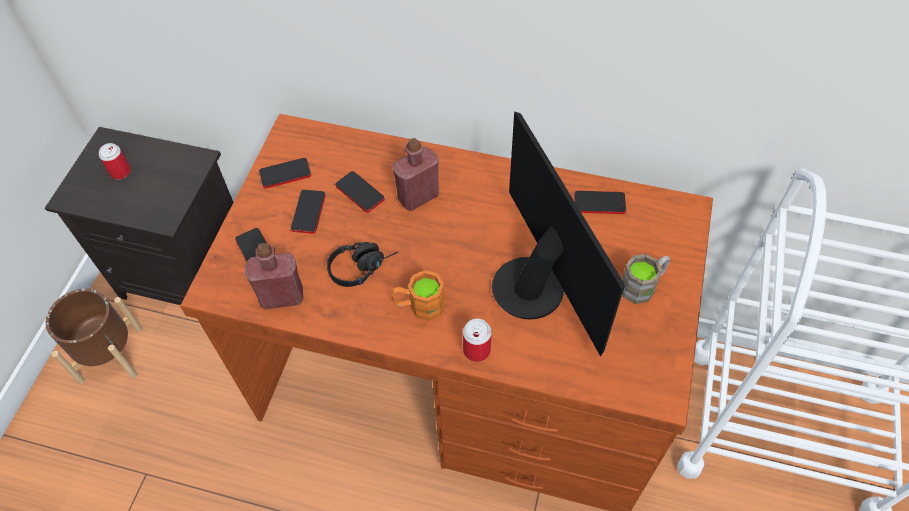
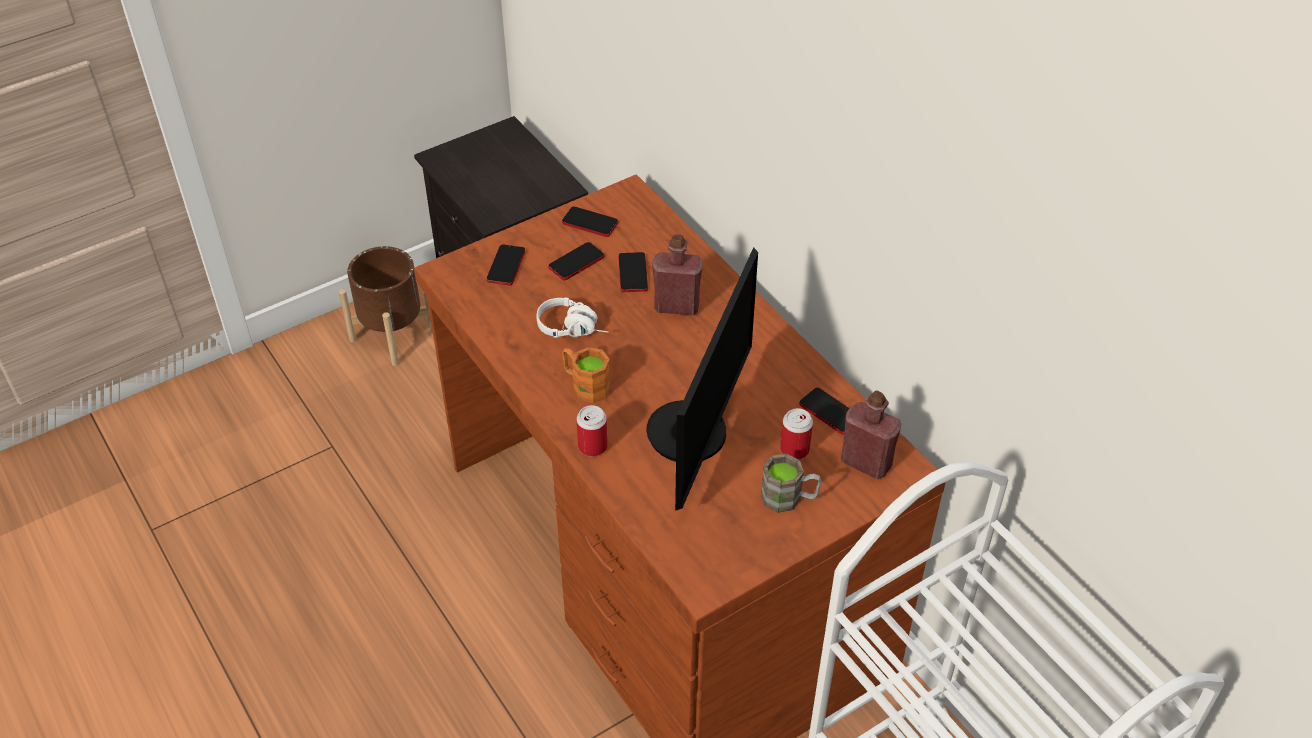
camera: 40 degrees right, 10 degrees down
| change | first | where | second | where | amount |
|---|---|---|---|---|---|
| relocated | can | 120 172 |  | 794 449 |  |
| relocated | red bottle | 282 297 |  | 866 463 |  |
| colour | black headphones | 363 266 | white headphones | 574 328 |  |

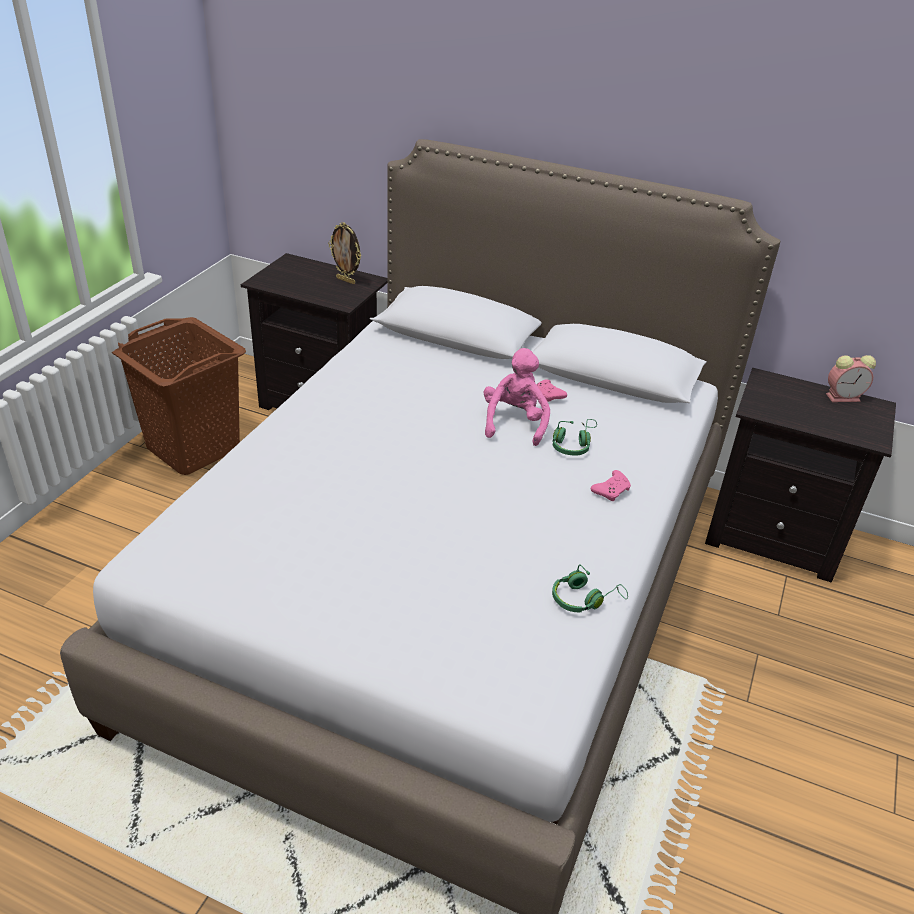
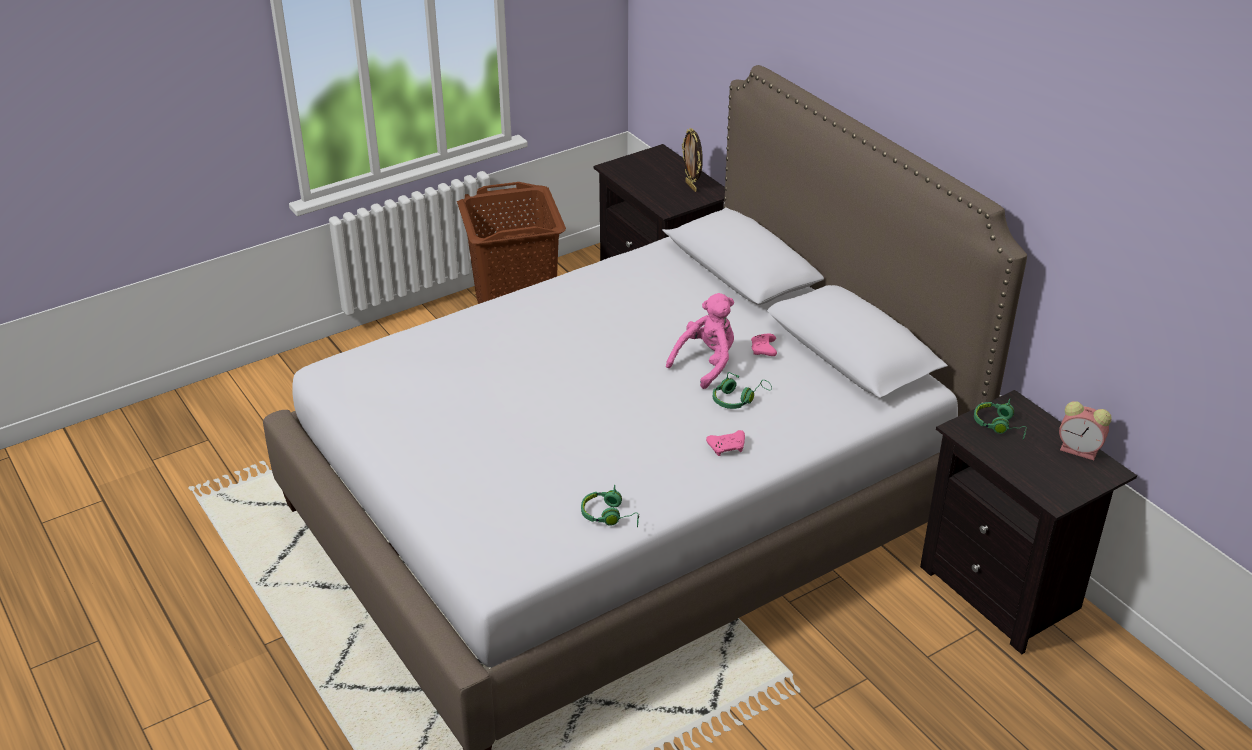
camera: 35 degrees right, 0 degrees up
| change | first | where | second | where | amount |
|---|---|---|---|---|---|
| appeared |  |  | green headphones | 999 425 |  |

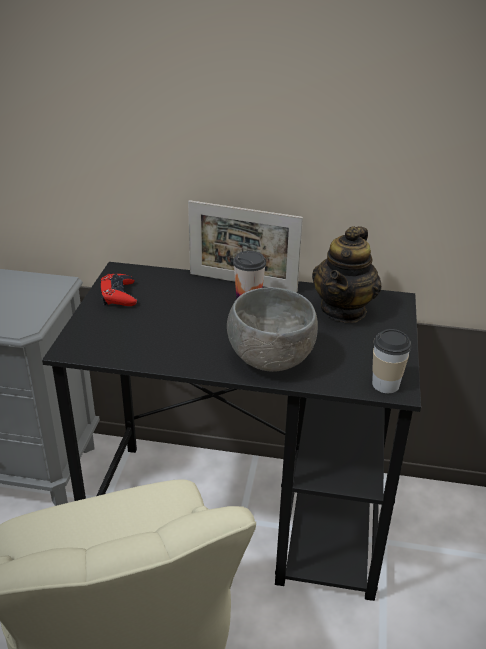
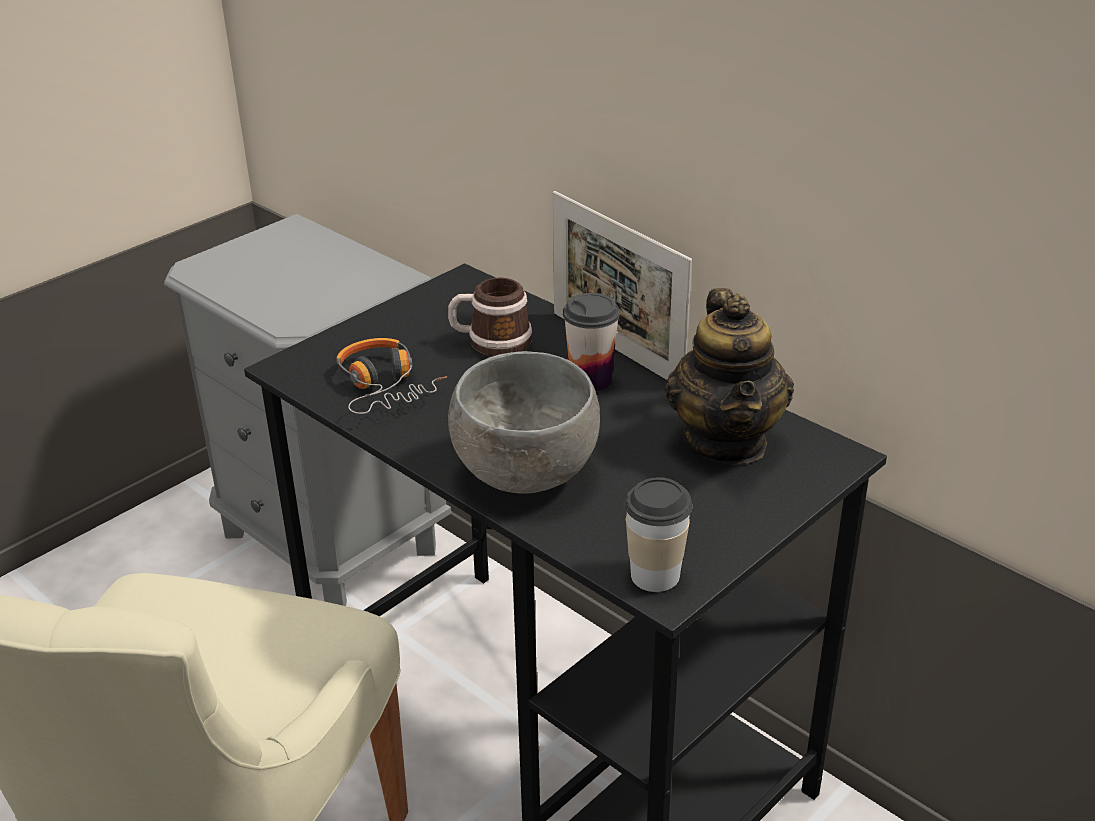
camera: 35 degrees right, 0 degrees up
| change | first | where | second | where | amount |
|---|---|---|---|---|---|
| missing | red game controller | 119 295 |  |  |  |
| appeared |  |  | headphones | 384 386 |  |
| appeared |  |  | mug | 491 342 |  |
| spun | teapot | 344 310 |  | 726 441 | 60 degrees counterclockwise |

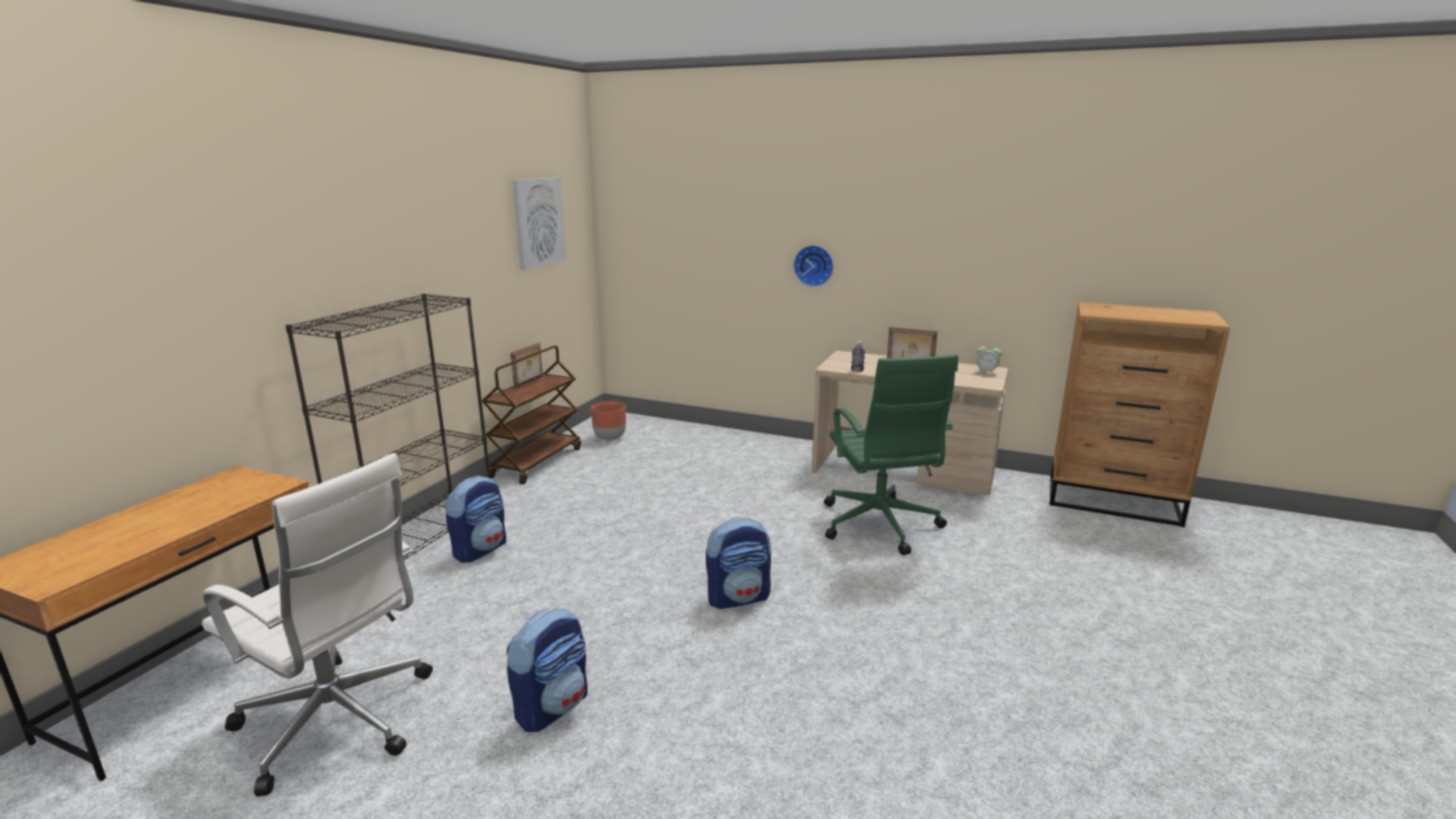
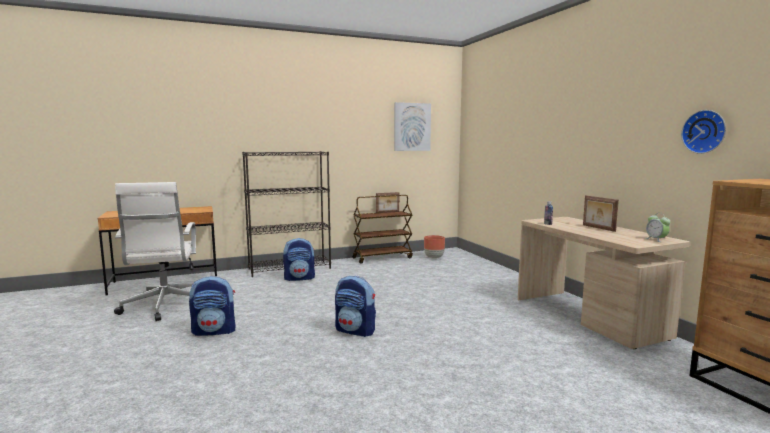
camera: 45 degrees right, 10 degrees down
| change | first | where | second | where | amount |
|---|---|---|---|---|---|
| missing | green office chair | 880 526 |  |  |  |
| relocated | wall clock | 814 265 |  | 705 131 |  |

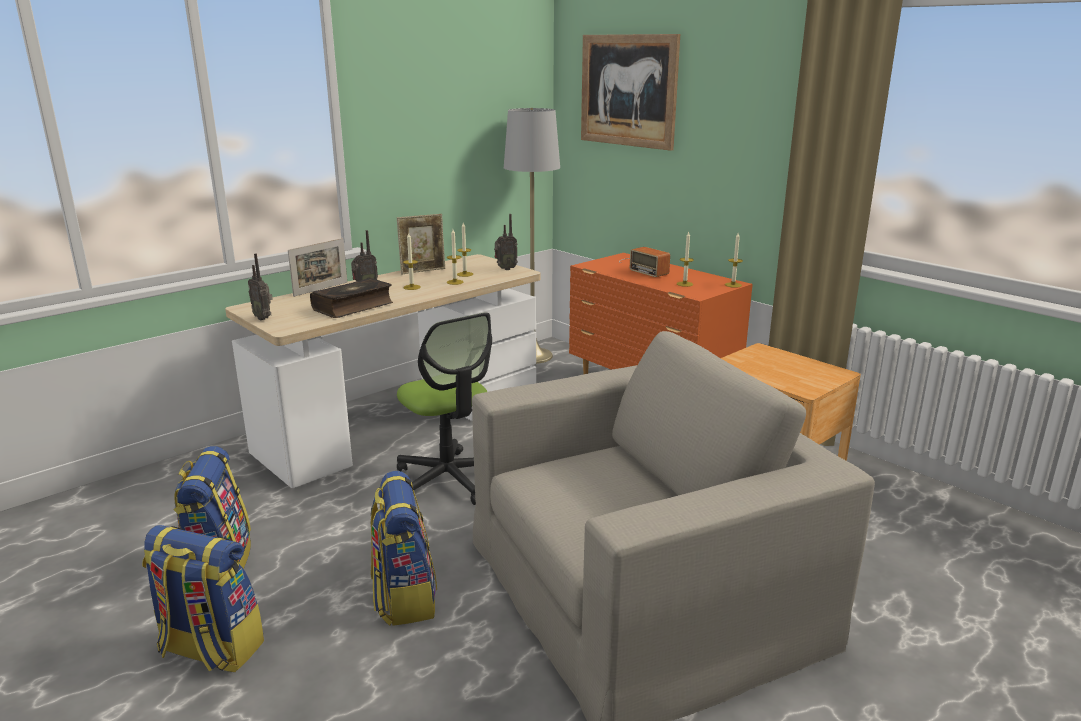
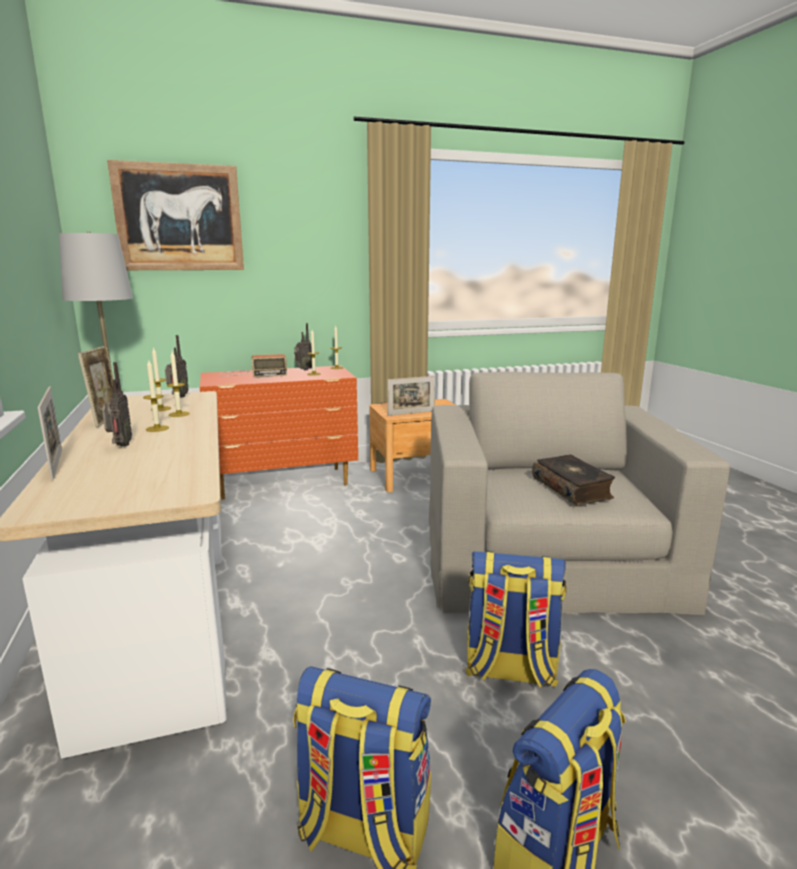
camera: 65 degrees left, 5 degrees down
| change | first | where | second | where | amount |
|---|---|---|---|---|---|
| missing | office chair | 449 479 |  |  |  |
| appeared |  |  | picture frame | 411 413 |  |
| relocated | radio | 263 318 |  | 304 369 |  |
| relocated | book | 353 307 |  | 572 488 |  |

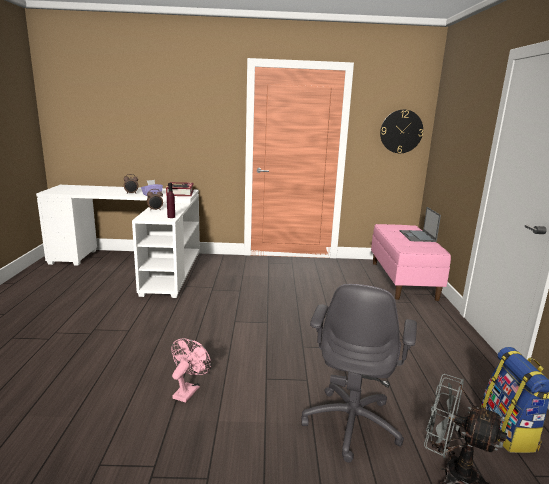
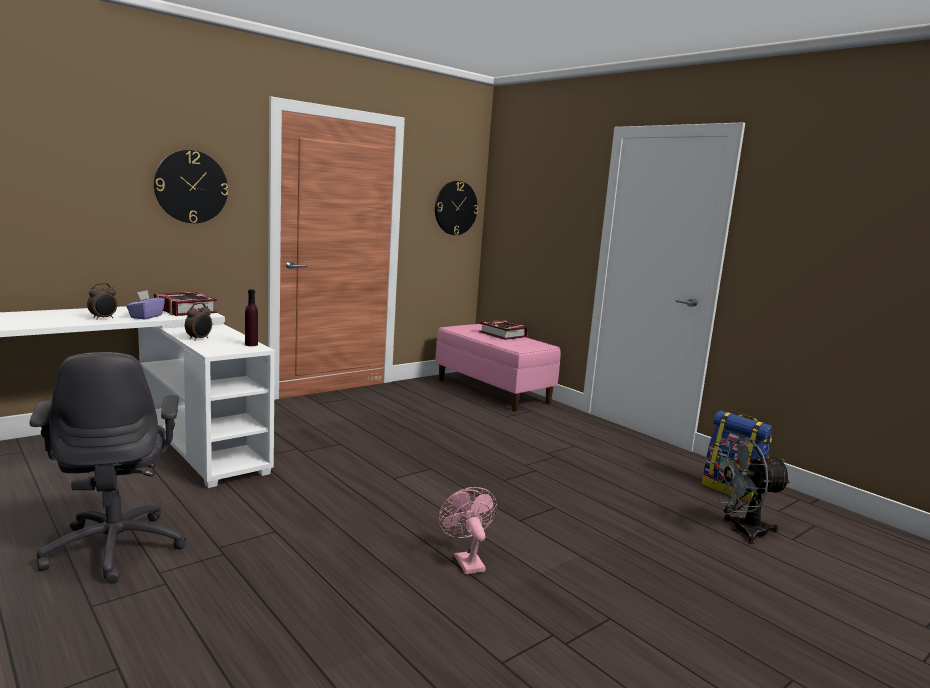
camera: 40 degrees left, 5 degrees down
| change | first | where | second | where | amount |
|---|---|---|---|---|---|
| appeared |  |  | wall clock | 191 187 |  |
| relocated | grey office chair | 352 423 |  | 116 547 |  |
| exchanged | laptop | 417 236 | book | 503 334 |  |

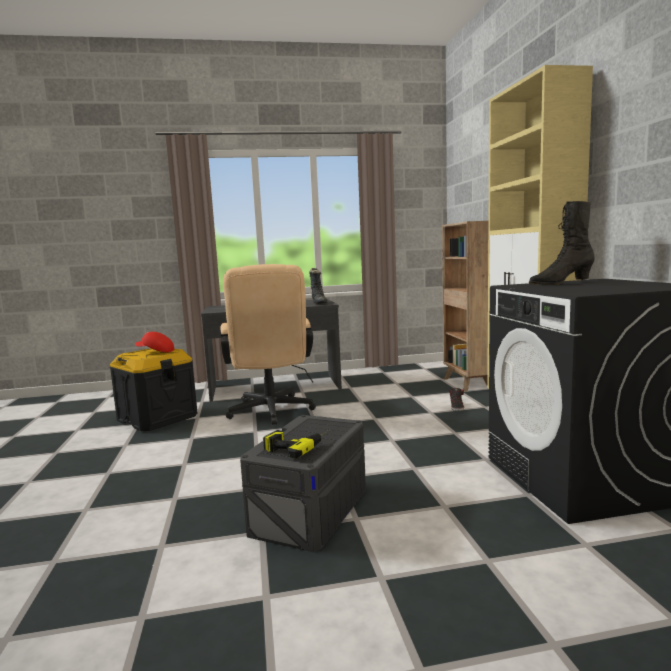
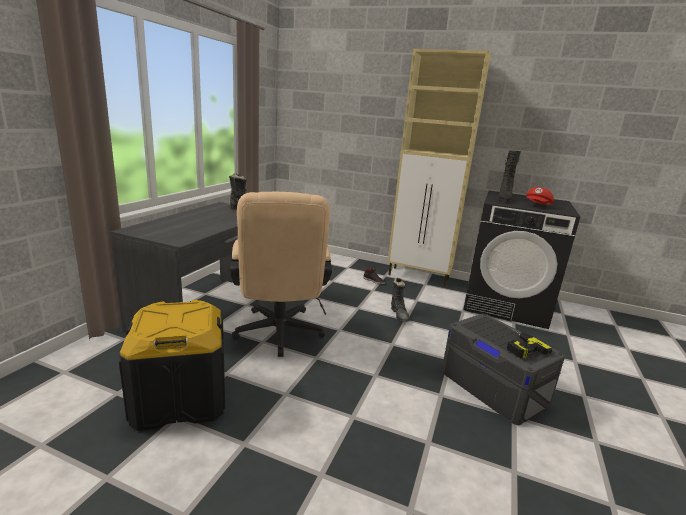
camera: 60 degrees left, 10 degrees up
| change | first | where | second | where | amount |
|---|---|---|---|---|---|
| missing | brown bookcase | 467 384 |  |  |  |
| appeared |  |  | black boot | 399 315 |  |
| relocated | red cap | 155 352 |  | 537 205 |  |
| spun | beige office chair | 271 413 |  | 279 335 | 60 degrees clockwise |

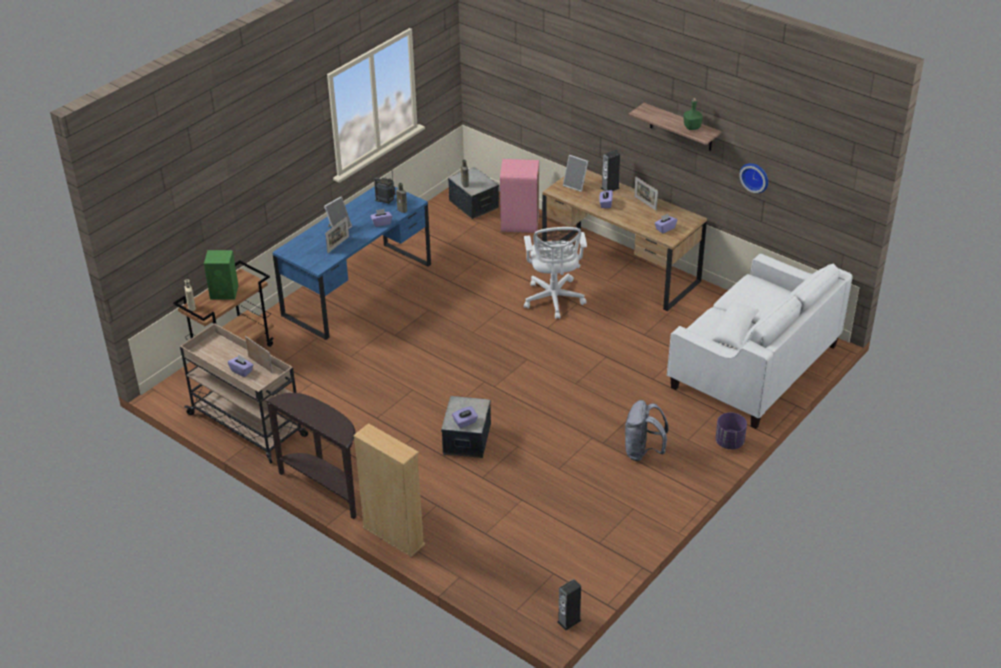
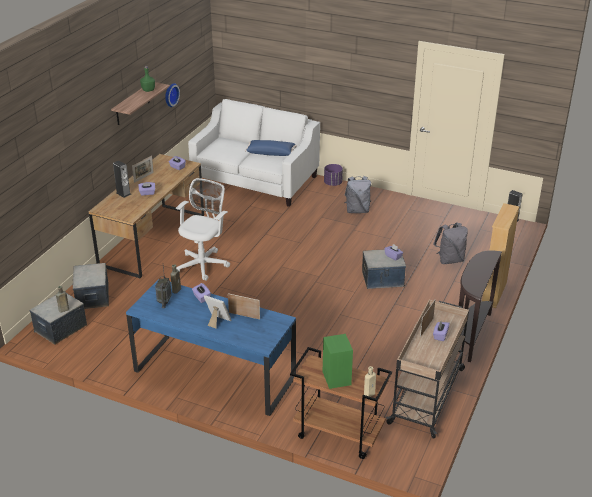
camera: 105 degrees left, 5 degrees down
| change | first | where | second | where | amount |
|---|---|---|---|---|---|
| missing | picture frame | 576 185 |  |  |  |
| appeared |  |  | grey backpack | 449 260 |  |
| exchanged | pink trash can | 519 223 | storage box | 92 297 |  |
| colour | white pillow | 734 333 | blue pillow | 271 153 |  |
| spun | white office chair | 554 300 |  | 203 264 | 45 degrees counterclockwise |

